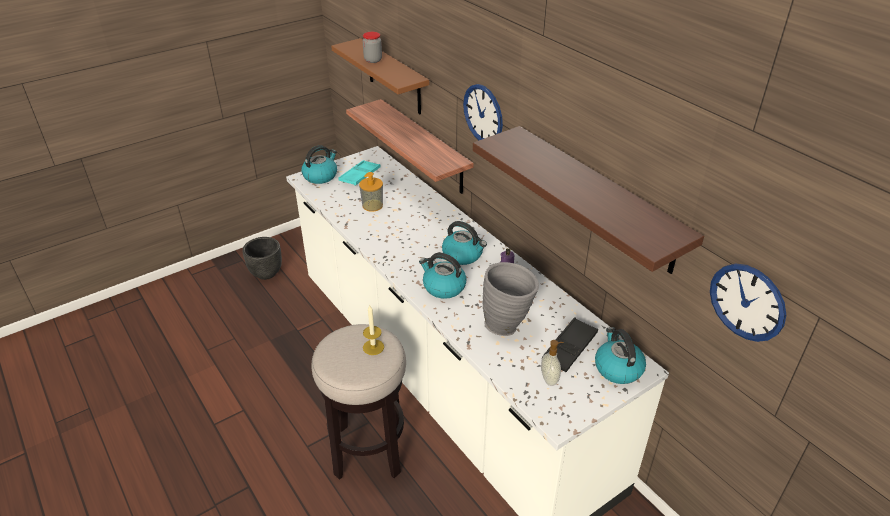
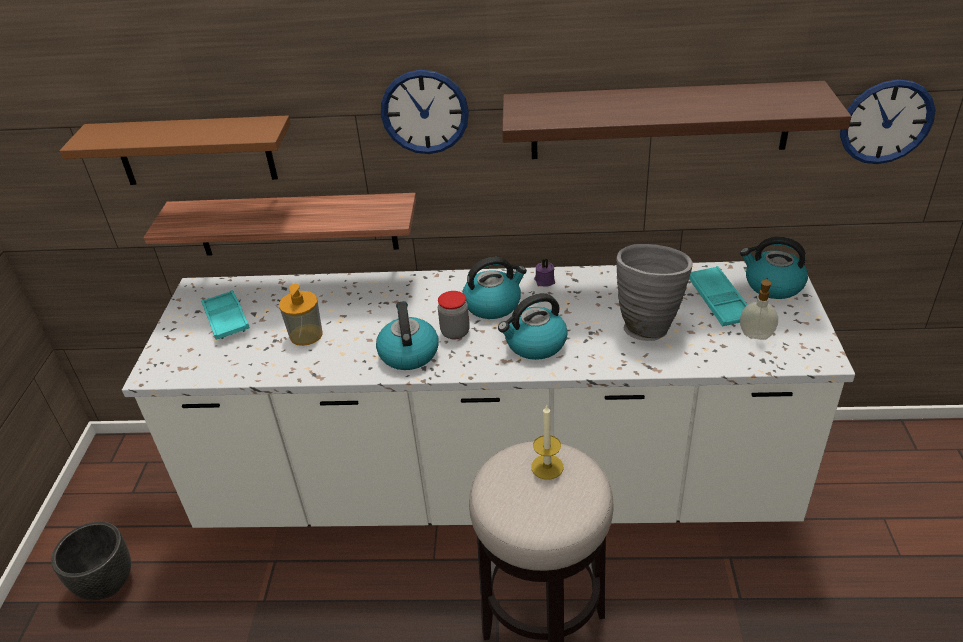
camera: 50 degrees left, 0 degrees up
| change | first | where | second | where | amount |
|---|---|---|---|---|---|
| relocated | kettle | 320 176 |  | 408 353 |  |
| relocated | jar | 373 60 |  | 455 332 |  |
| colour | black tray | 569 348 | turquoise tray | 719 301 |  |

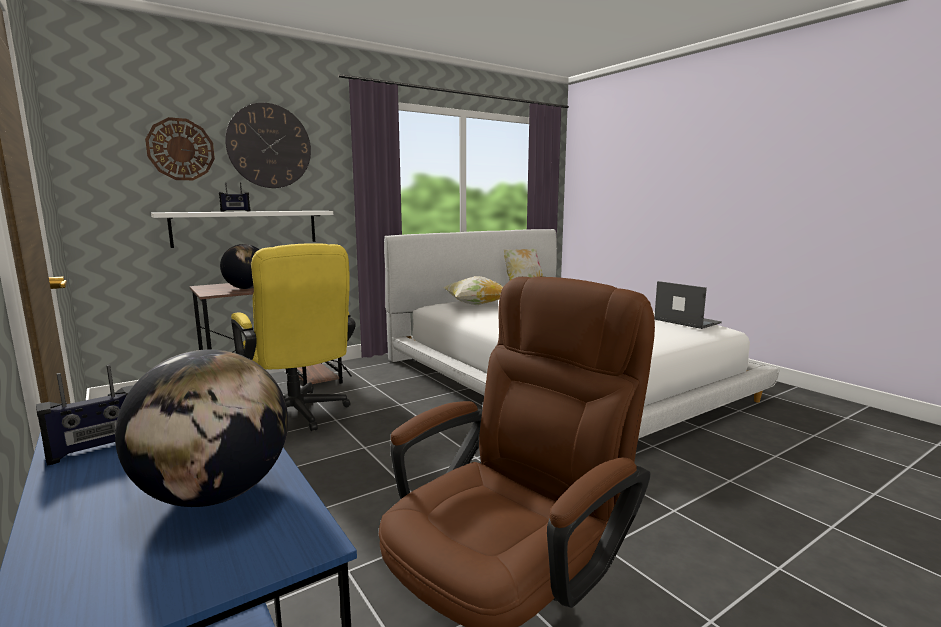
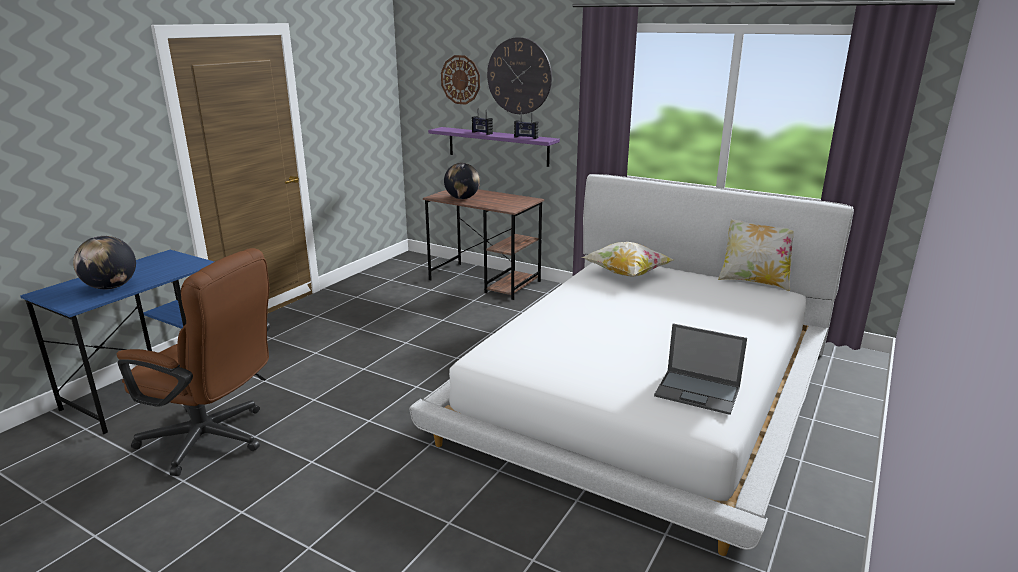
camera: 65 degrees right, 10 degrees up
| change | first | where | second | where | amount |
|---|---|---|---|---|---|
| missing | yellow office chair | 299 416 |  |  |  |
| relocated | radio | 97 449 |  | 526 137 |  |
| colour | white shelf | 246 228 | purple shelf | 498 146 |  |
| spun | laptop | 686 321 |  | 698 392 | 90 degrees clockwise |

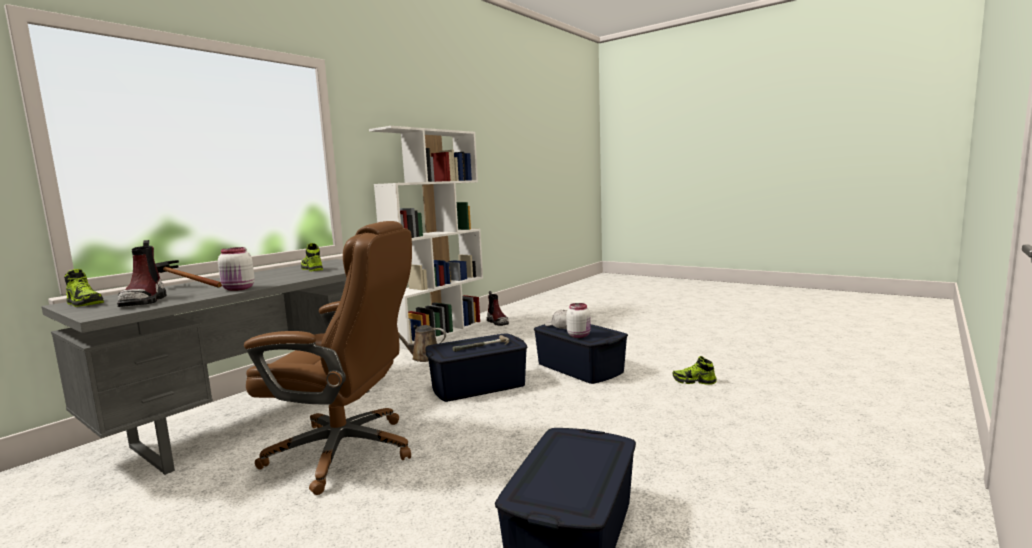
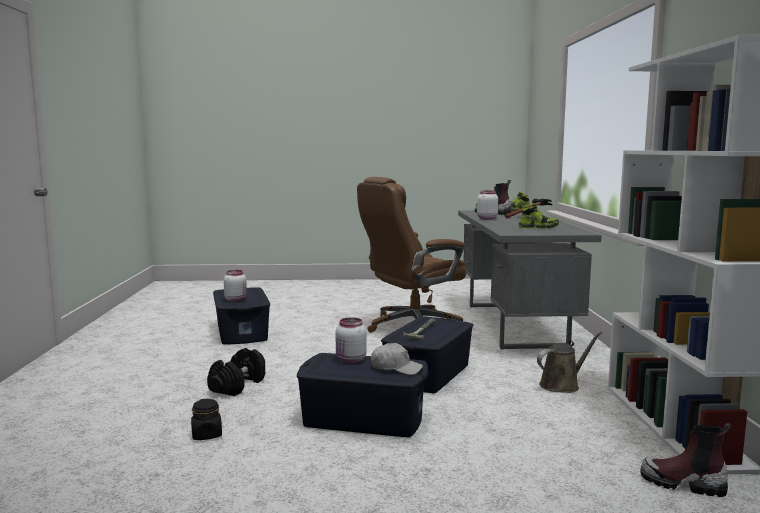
camera: 140 degrees right, 0 degrees up
| change | first | where | second | where | amount |
|---|---|---|---|---|---|
| appeared |  |  | black dumbbell | 237 385 |  |
| appeared |  |  | white jar | 236 300 |  |
| exchanged | shoe | 694 381 | black jar | 207 435 |  |

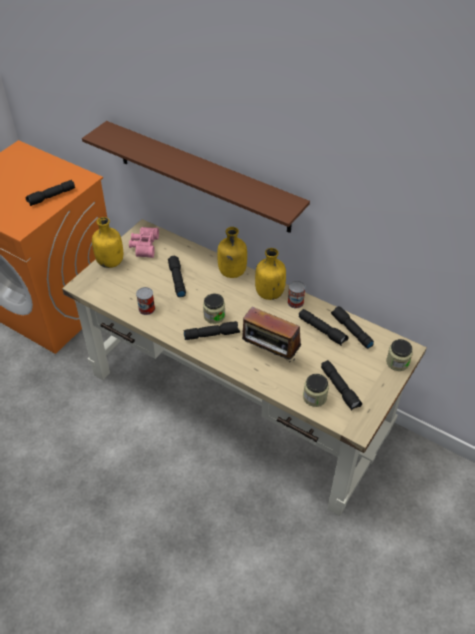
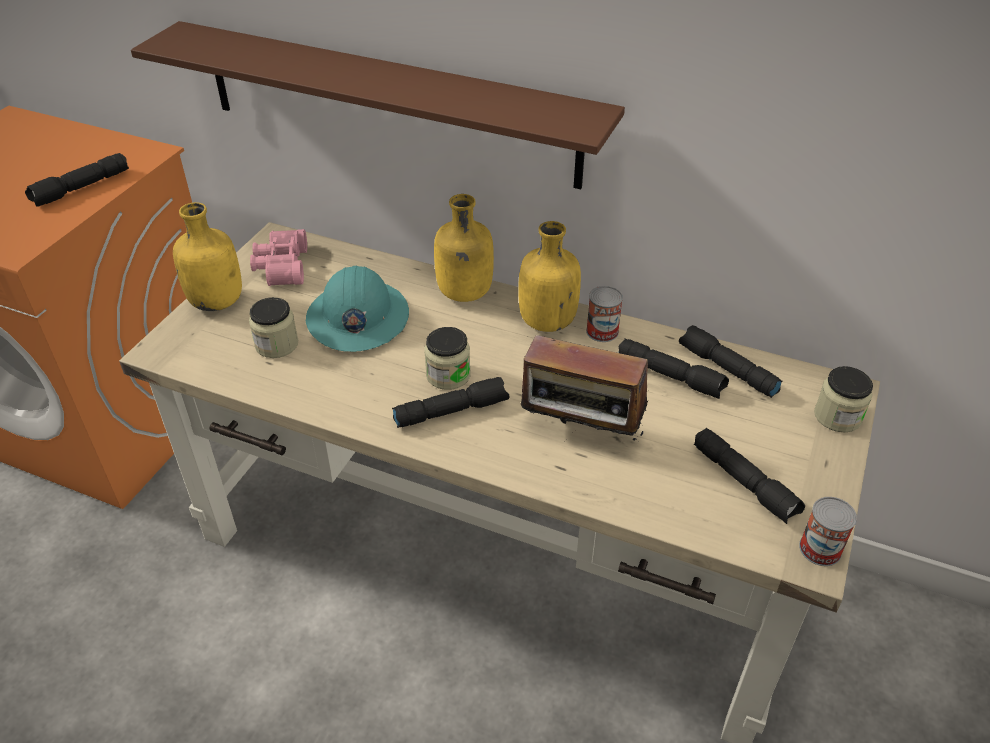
camera: 10 degrees left, 5 degrees down
| change | first | where | second | where | amount |
|---|---|---|---|---|---|
| relocated | can | 146 309 |  | 820 549 |  |
| relocated | jar | 314 397 |  | 277 344 |  |
| exchanged | black flashlight | 176 280 | turquoise hard hat | 357 318 |  |

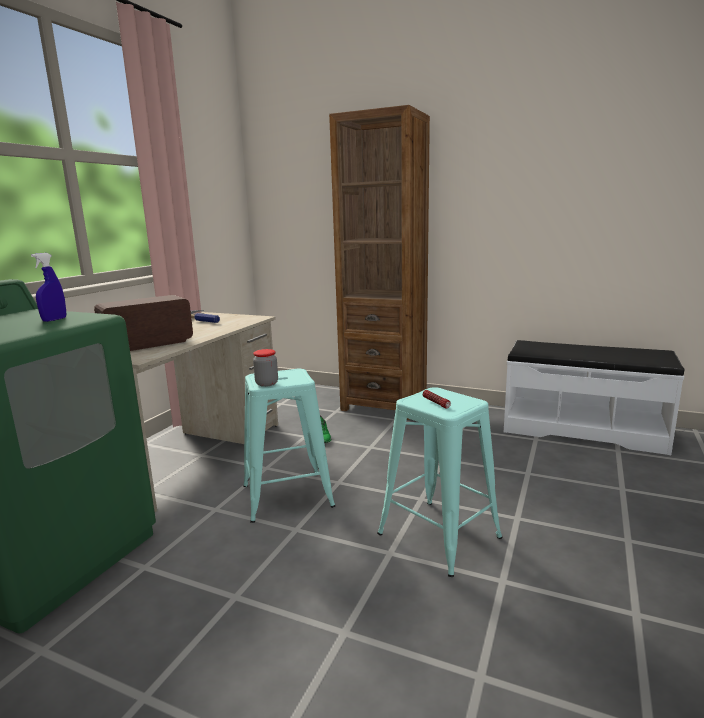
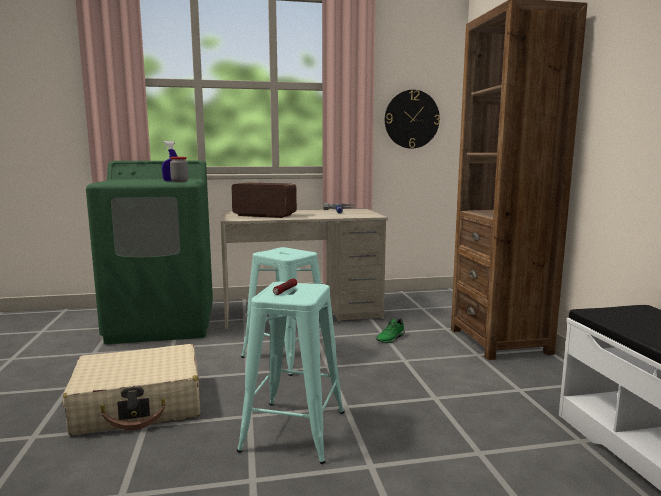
camera: 55 degrees right, 5 degrees down
| change | first | where | second | where | amount |
|---|---|---|---|---|---|
| appeared |  |  | beige suitcase | 139 405 |  |
| appeared |  |  | wall clock | 411 119 |  |
| relocated | jar | 266 383 |  | 179 181 |  |

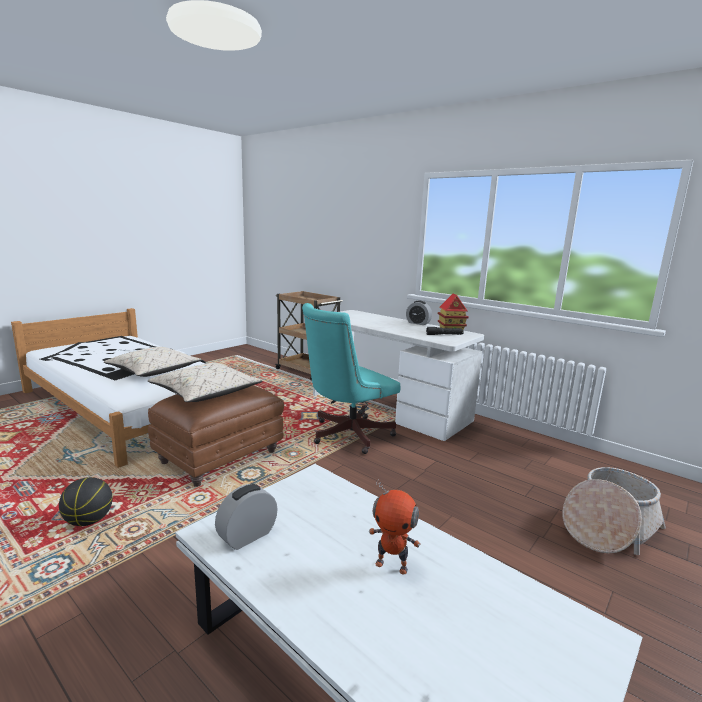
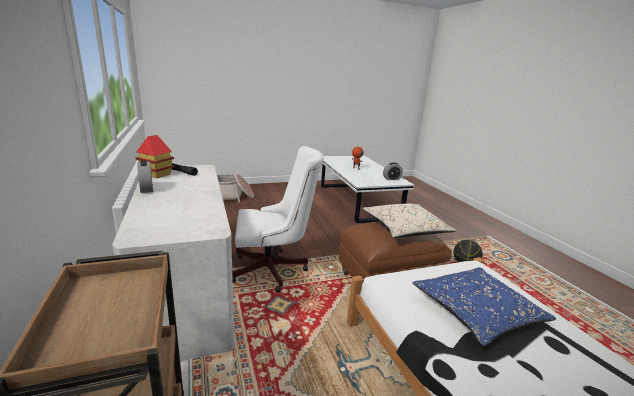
camera: 150 degrees left, 5 degrees up
| change | first | where | second | where | amount |
|---|---|---|---|---|---|
| colour | beige pillow | 153 371 | blue pillow | 477 313 |  |
| colour | turquoise office chair | 346 435 | white office chair | 273 270 |  |

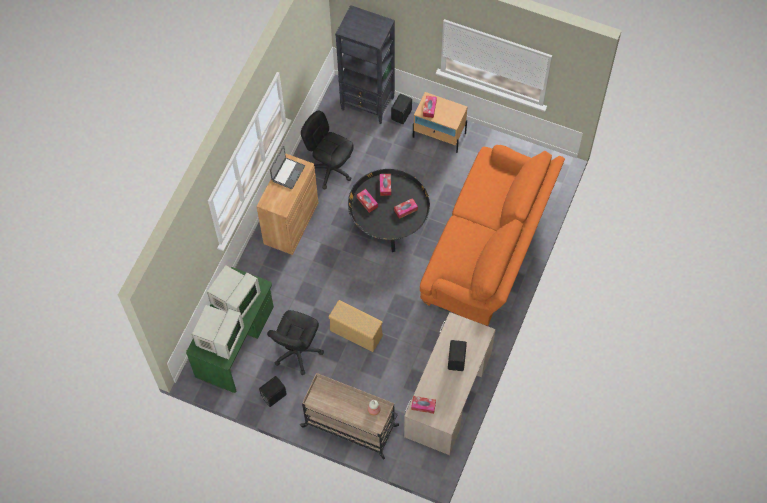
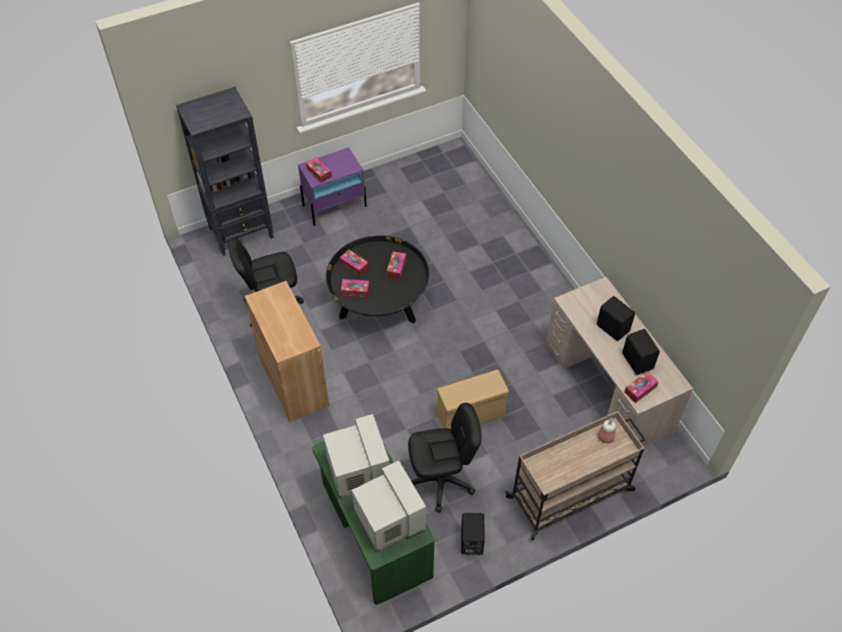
camera: 50 degrees left, 10 degrees down
| change | first | where | second | where | amount |
|---|---|---|---|---|---|
| missing | laptop | 287 173 |  |  |  |
| missing | orange sofa | 488 249 |  |  |  |
| relocated | black speaker | 402 115 |  | 638 360 |  |
| colour | beige nightstand | 439 135 | purple nightstand | 335 206 |  |
| spun | black office chair | 297 351 |  | 441 480 | 75 degrees counterclockwise |

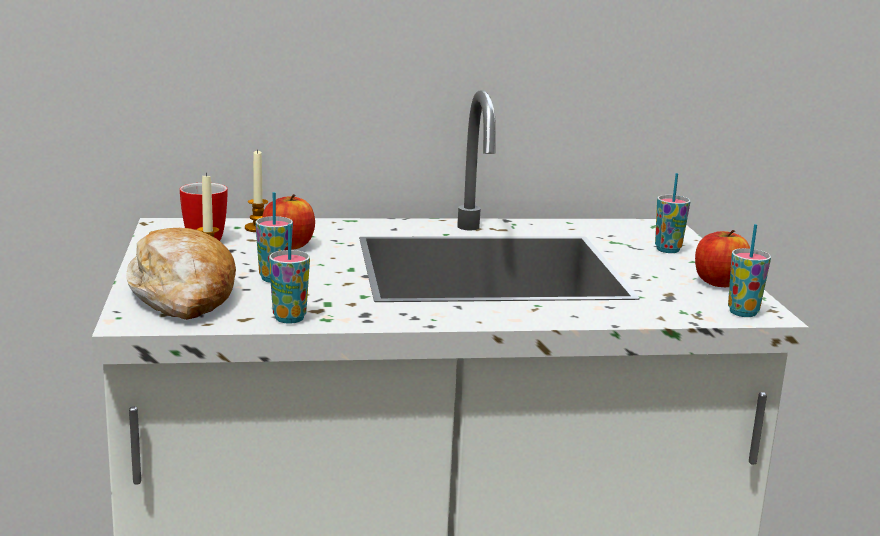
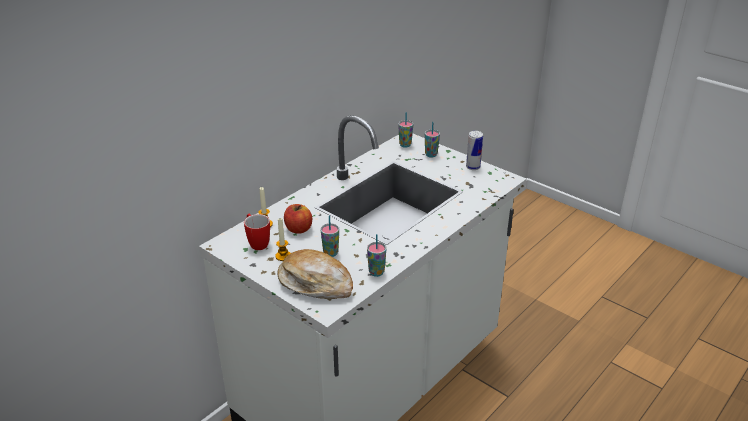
camera: 40 degrees left, 15 degrees up
| change | first | where | second | where | amount |
|---|---|---|---|---|---|
| relocated | cup | 743 312 |  | 405 145 |  |
| exchanged | apple | 719 282 | can | 473 167 |  |

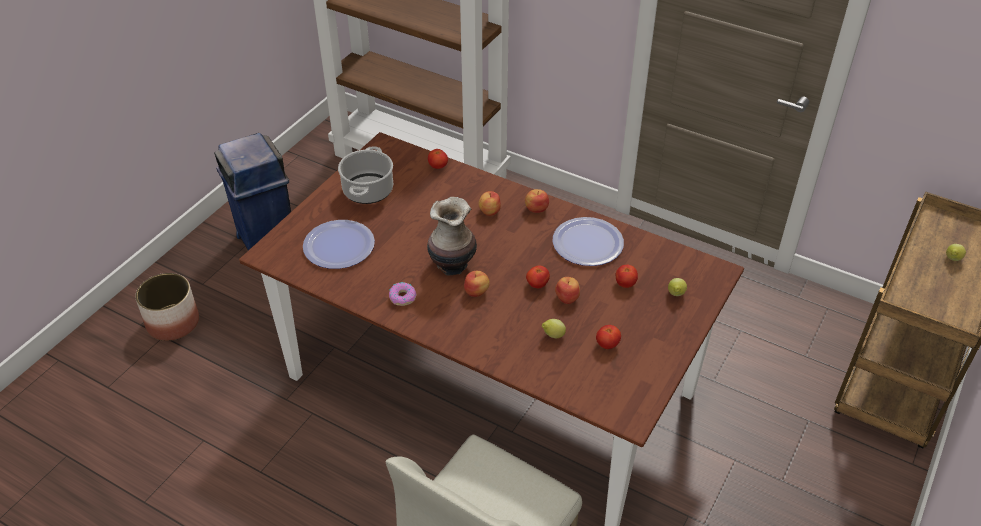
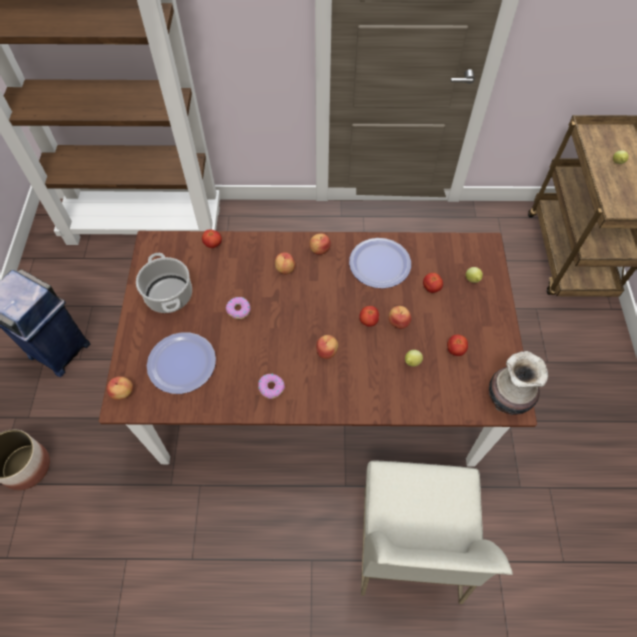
camera: 30 degrees left, 15 degrees up
| change | first | where | second | where | amount |
|---|---|---|---|---|---|
| appeared |  |  | apple | 123 393 |  |
| appeared |  |  | donut | 238 310 |  |
| relocated | vase | 451 265 |  | 506 401 |  |

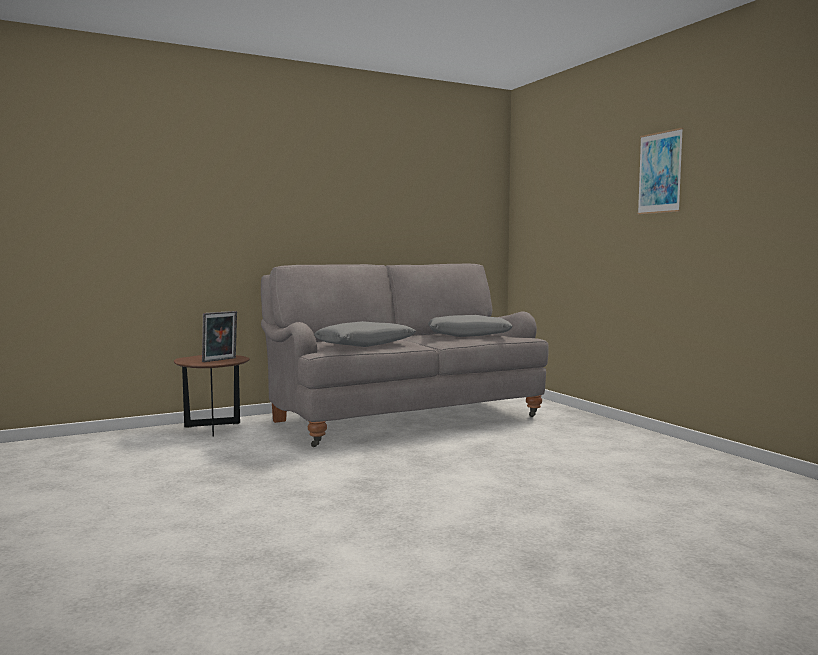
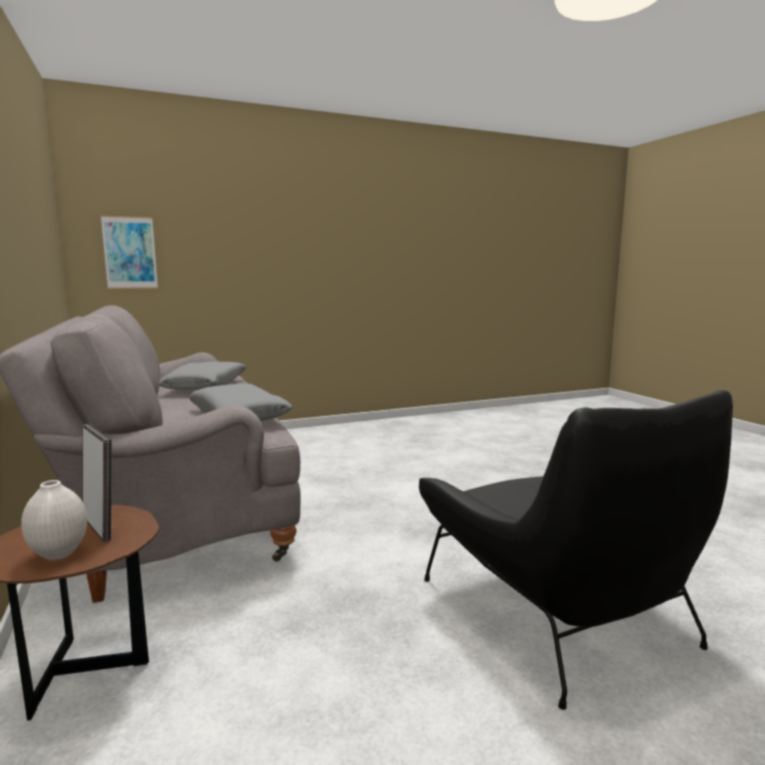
camera: 85 degrees left, 5 degrees up
| change | first | where | second | where | amount |
|---|---|---|---|---|---|
| appeared |  |  | white vase | 60 554 |  |
| appeared |  |  | black armchair | 555 610 |  |
| relocated | picture | 660 172 |  | 130 253 |  |

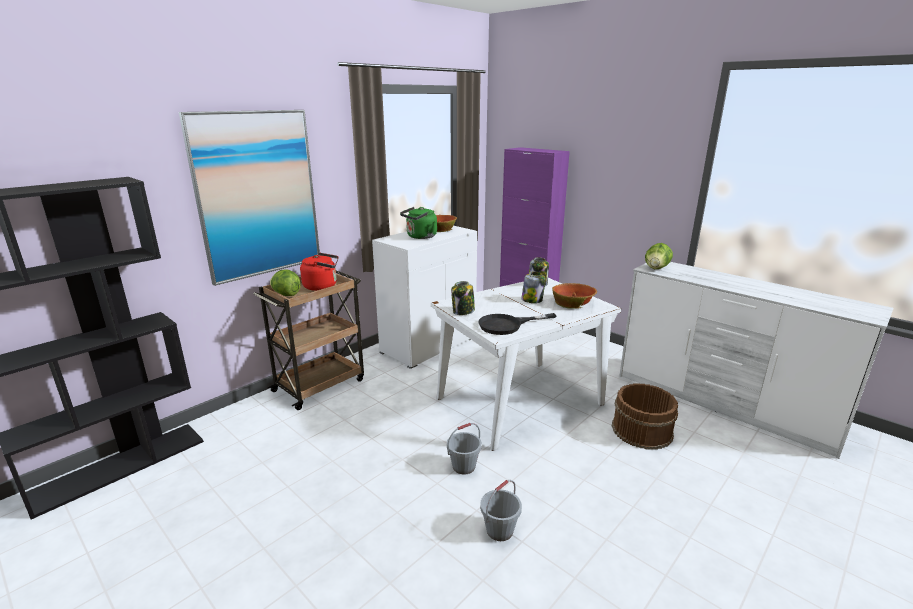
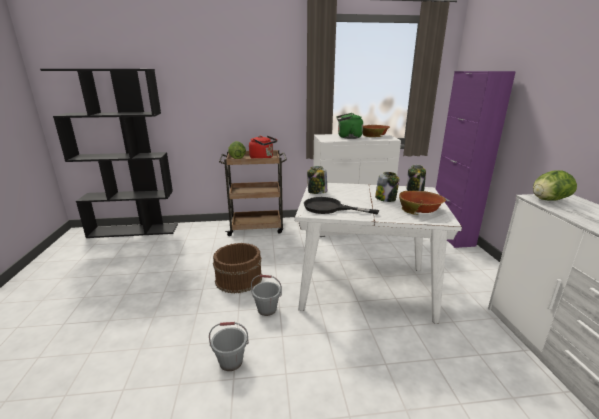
camera: 40 degrees right, 0 degrees up
| change | first | where | second | where | amount |
|---|---|---|---|---|---|
| missing | picture | 257 195 |  |  |  |
| relocated | brown bucket | 641 430 |  | 238 279 |  |

